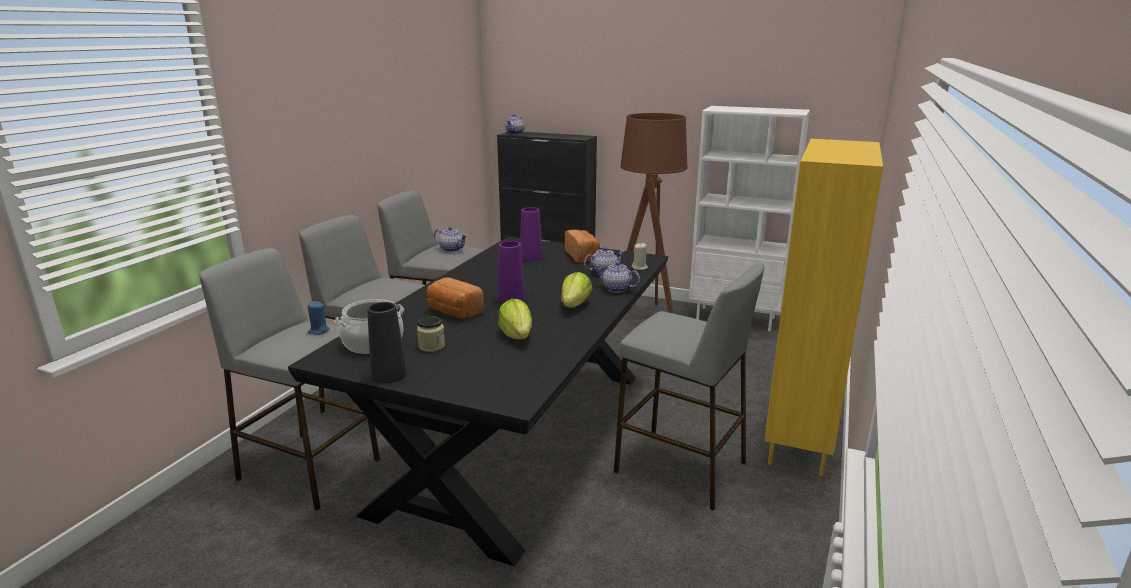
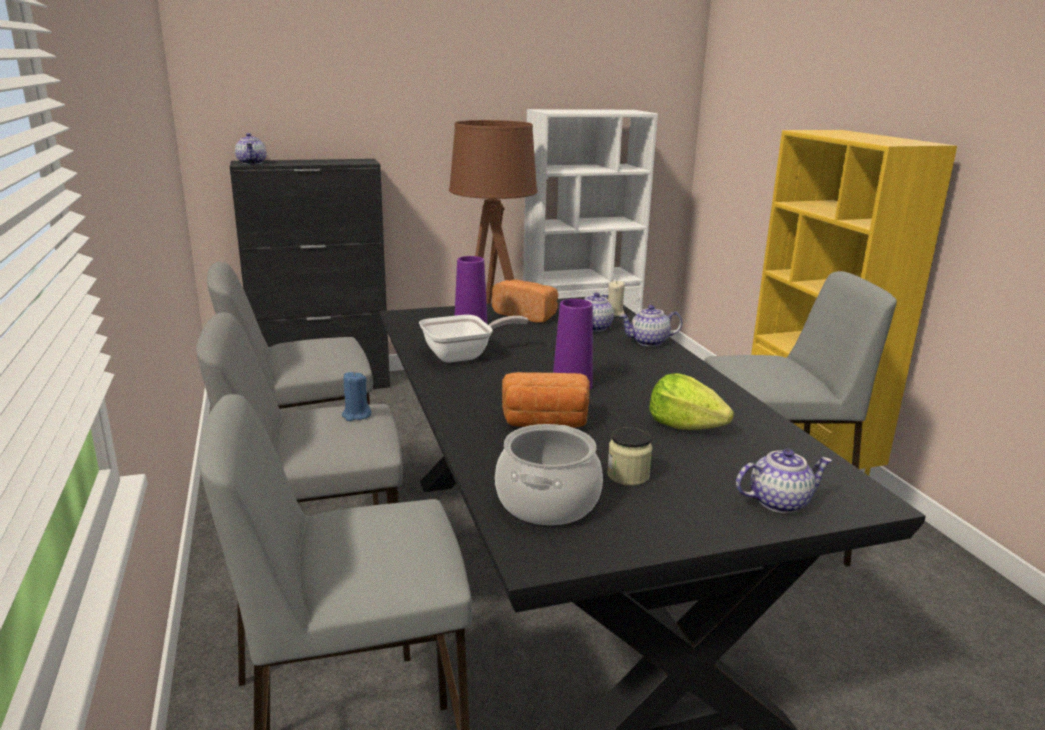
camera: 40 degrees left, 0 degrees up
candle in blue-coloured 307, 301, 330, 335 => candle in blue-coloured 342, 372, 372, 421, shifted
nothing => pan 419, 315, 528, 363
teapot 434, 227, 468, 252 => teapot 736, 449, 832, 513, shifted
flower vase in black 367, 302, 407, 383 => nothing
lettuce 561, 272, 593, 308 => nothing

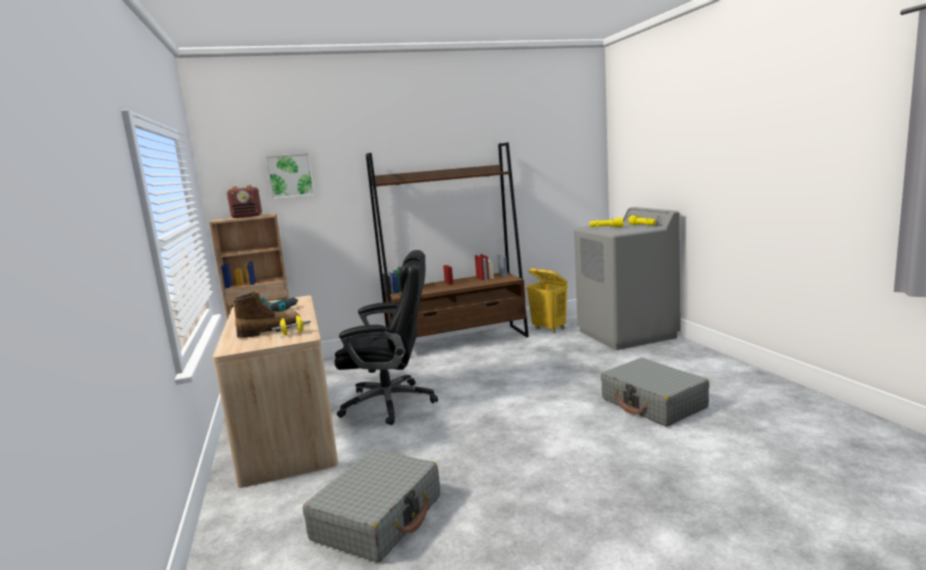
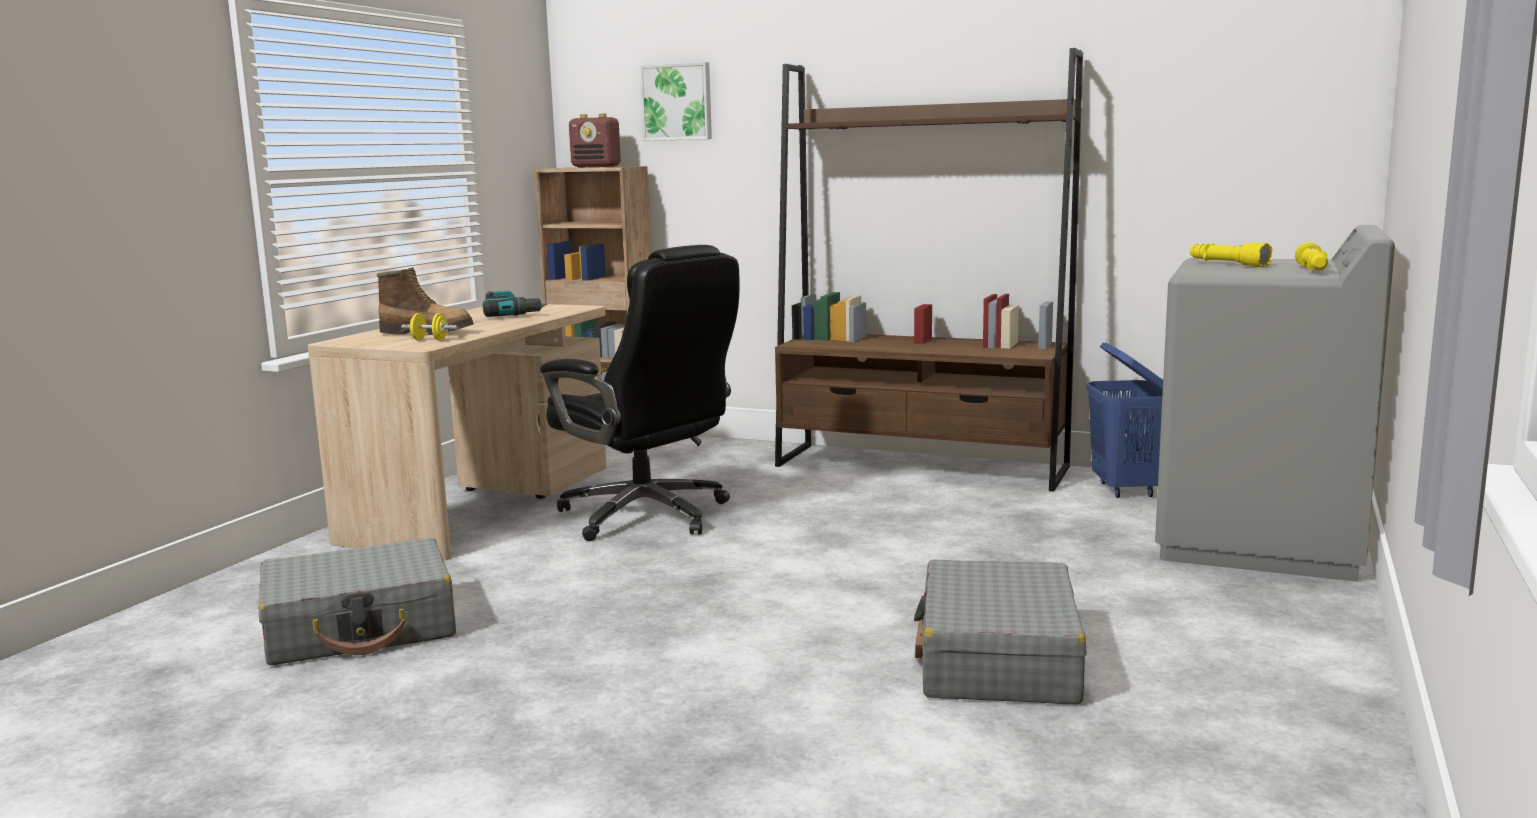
camera: 40 degrees right, 0 degrees up
washing basket in yellow 526, 268, 568, 333 => washing basket in blue-coloured 1086, 342, 1163, 498

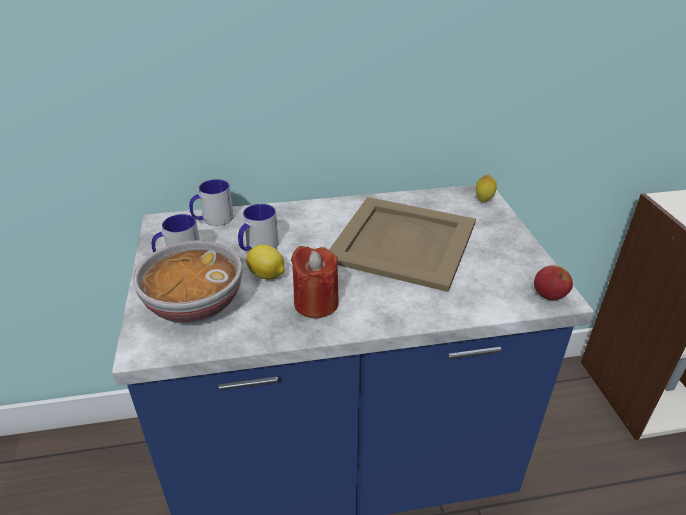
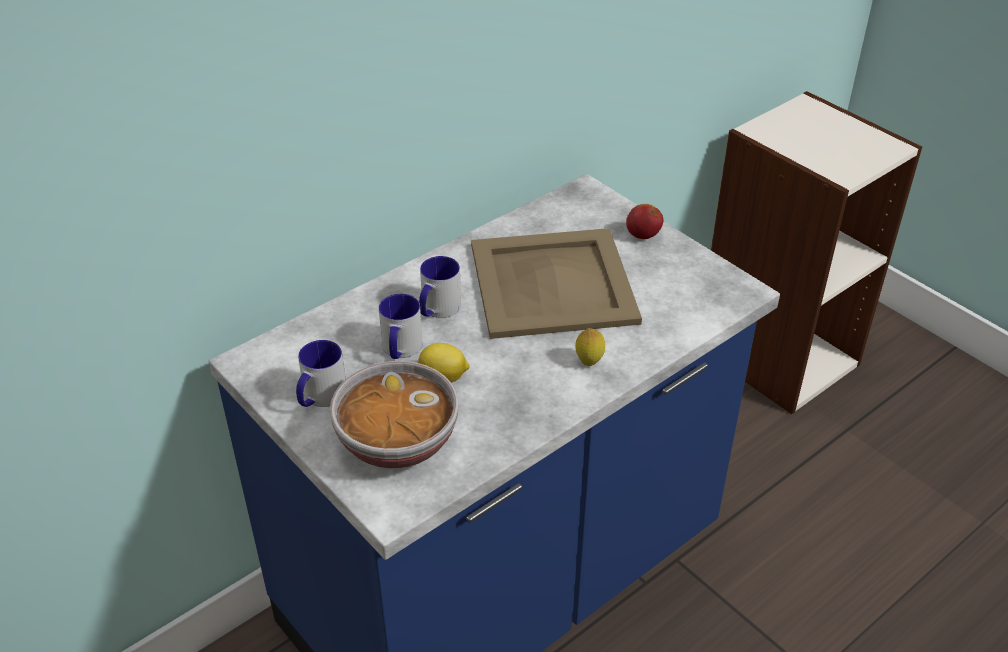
camera: 30 degrees left, 5 degrees up
mug 189, 179, 234, 226 => mug 419, 256, 461, 318, shifted
citrus fruit 476, 174, 497, 202 => citrus fruit 575, 328, 605, 366, shifted
apple 534, 265, 573, 300 => apple 626, 204, 663, 239, shifted
candle in reddish 291, 246, 339, 318 => nothing

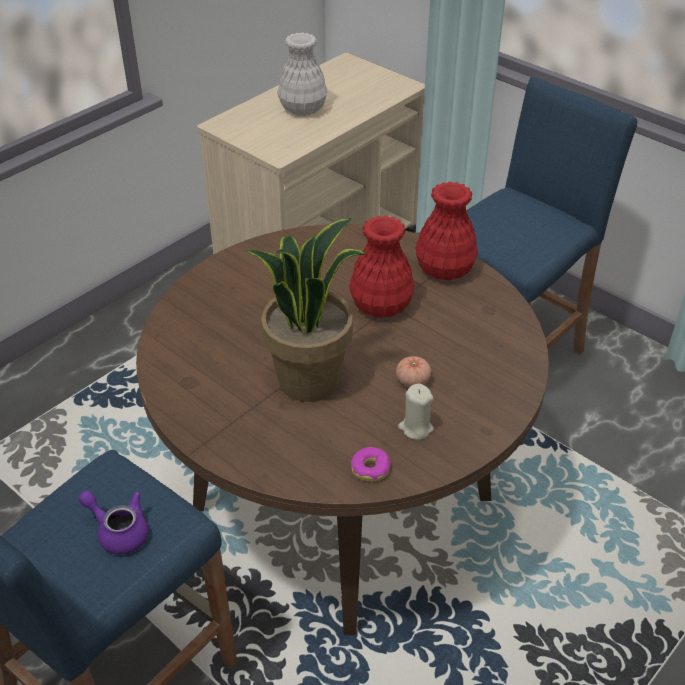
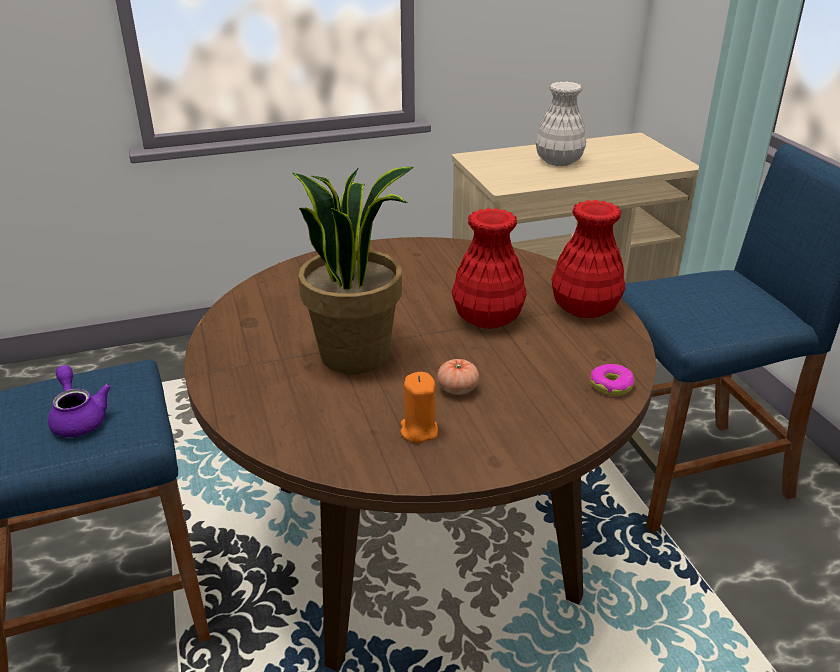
camera: 30 degrees right, 10 degrees down
candle in beige 398, 384, 434, 440 => candle in orange-coloured 400, 372, 438, 443
ring doughnut 351, 447, 391, 482 => ring doughnut 590, 364, 634, 396, shifted

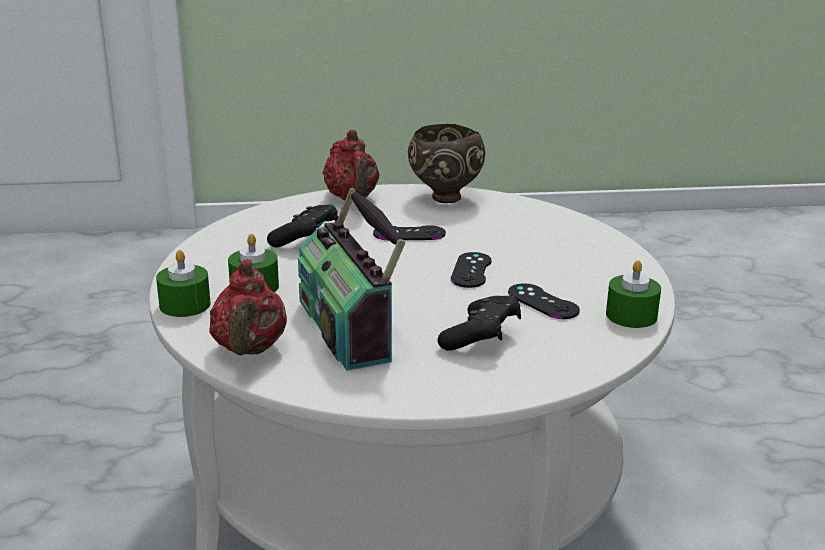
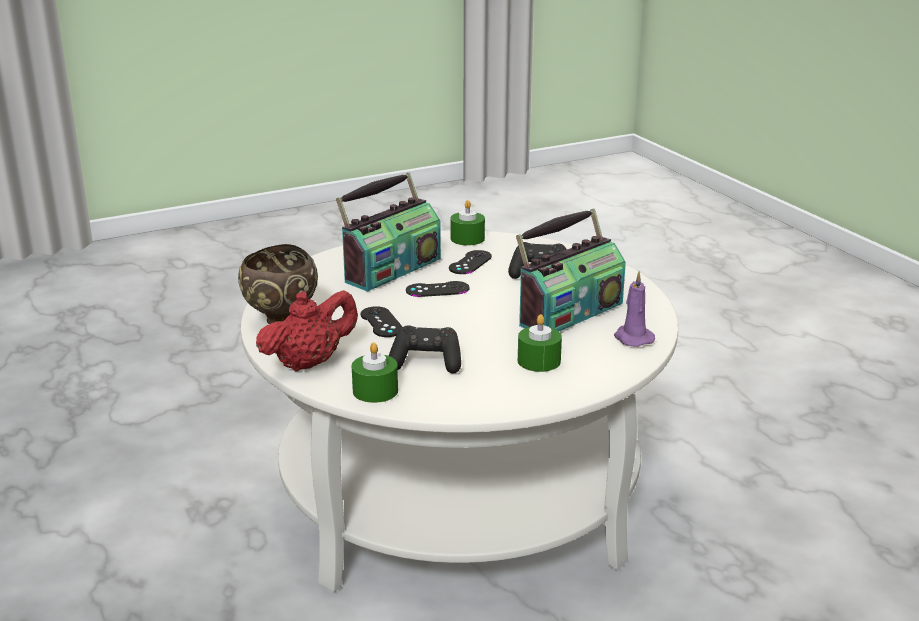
camera: 110 degrees left, 0 degrees up
nothing => radio set 336, 173, 441, 292
candle in greenish 156, 250, 211, 317 => candle in greenish 352, 342, 398, 403, shifted
teapot in reddish 209, 259, 287, 356 => candle in purplish 614, 271, 655, 347

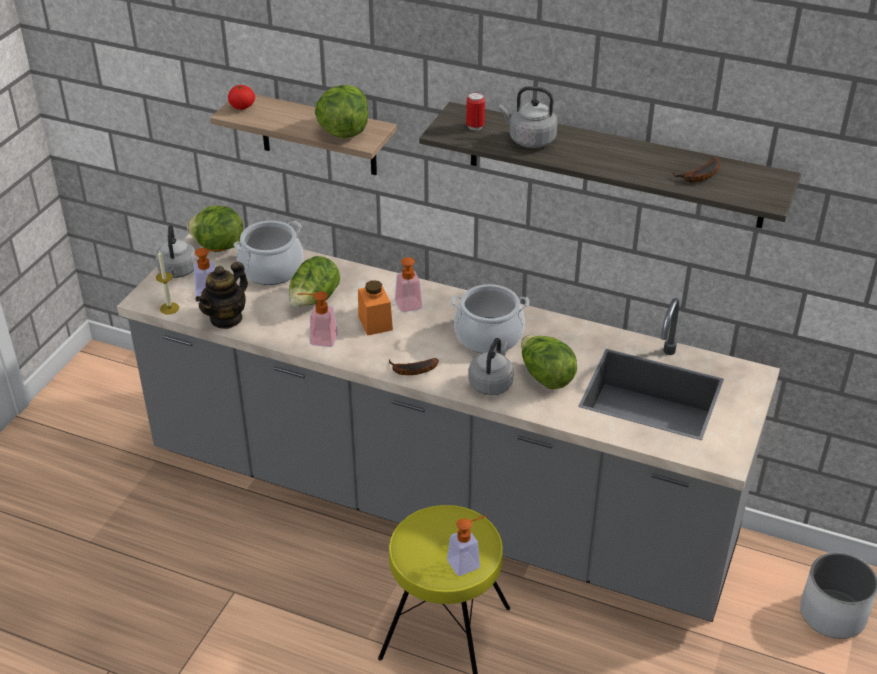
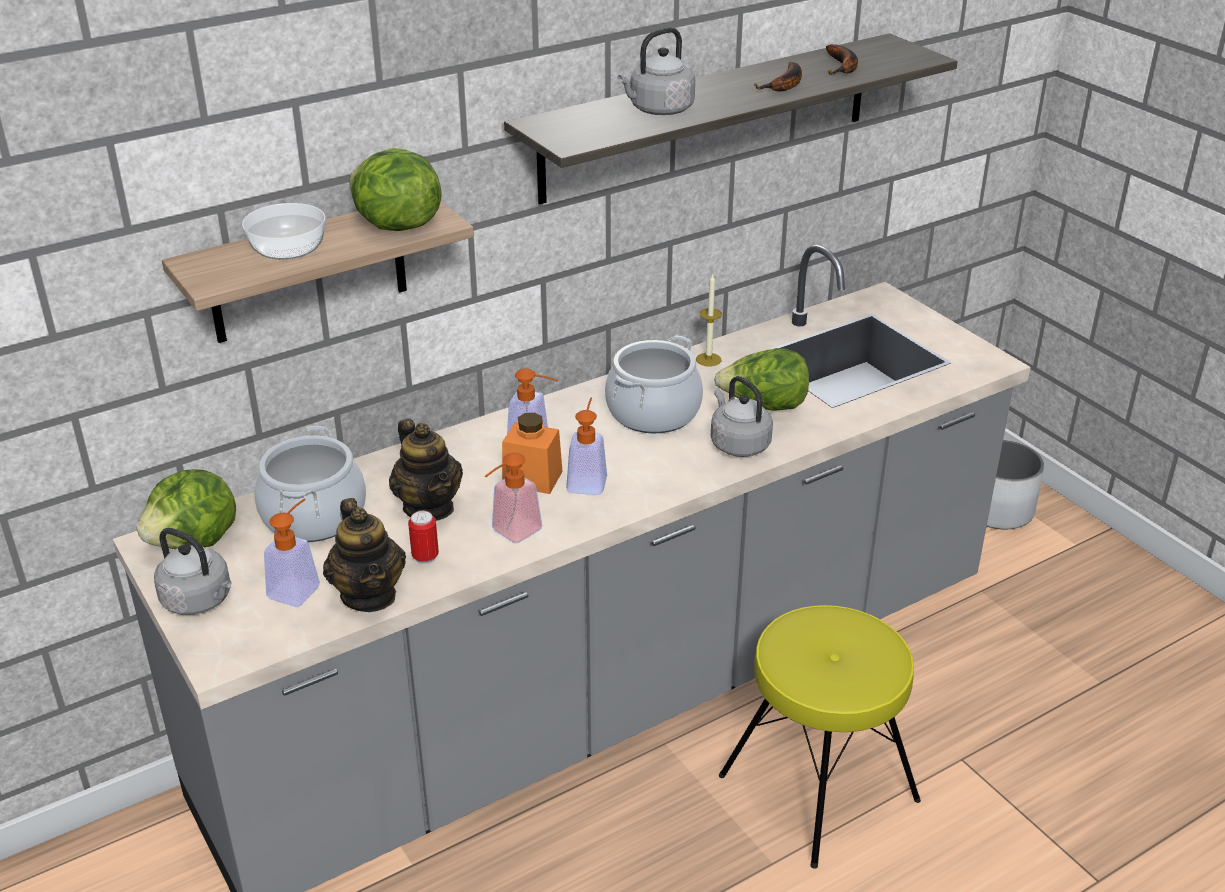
camera: 55 degrees left, 5 degrees down
nothing => bowl 242, 203, 326, 260
lettuce 289, 256, 340, 307 => teapot 389, 418, 463, 521
sealed can 466, 92, 485, 130 => sealed can 408, 511, 439, 564, shifted
soap dispenser 447, 515, 487, 576 => soap dispenser 566, 397, 607, 495, shifted
candle 156, 250, 179, 314 => candle 696, 273, 722, 366, shifted
banana 389, 358, 439, 375 => banana 754, 62, 802, 92, shifted
tomato 228, 85, 255, 110 => nothing

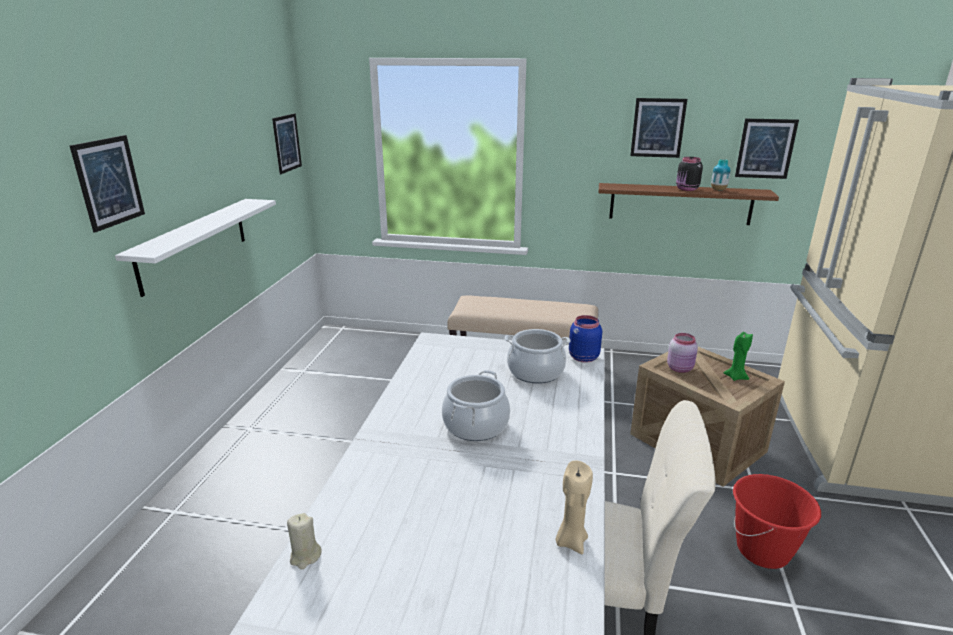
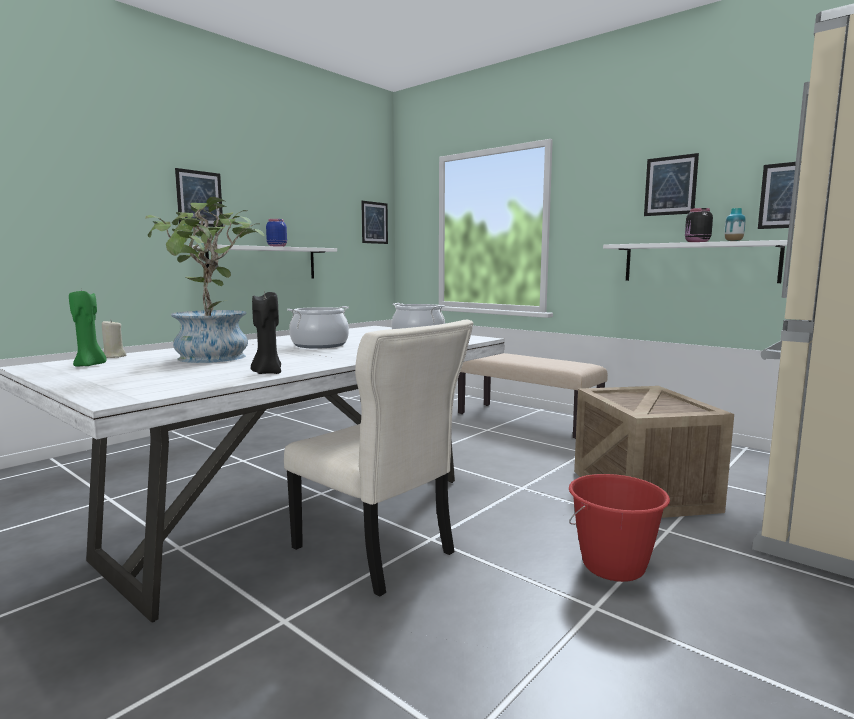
camera: 30 degrees right, 15 degrees down
candle in greenish 723, 332, 753, 381 => candle in greenish 69, 288, 107, 367, shifted
nothing => houseplant 145, 197, 265, 363
candle in beige 556, 460, 593, 554 => candle in black 251, 291, 281, 374
jar in blue-coloured 569, 315, 602, 362 => jar in blue-coloured 266, 219, 287, 247, shifted
shelf in brown-coloured 599, 183, 779, 225 => shelf in white 603, 240, 793, 283
jar in pink-coloured 667, 333, 698, 373 => nothing

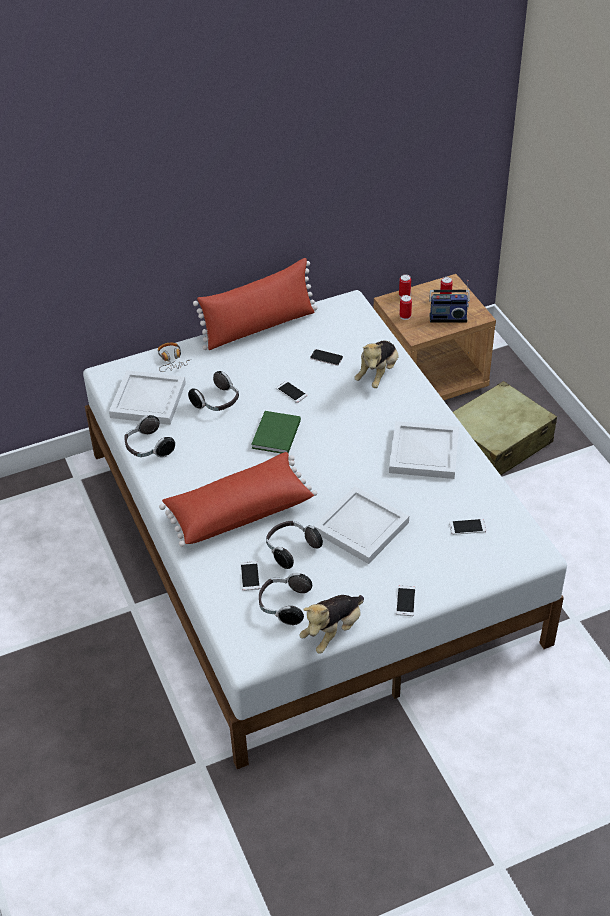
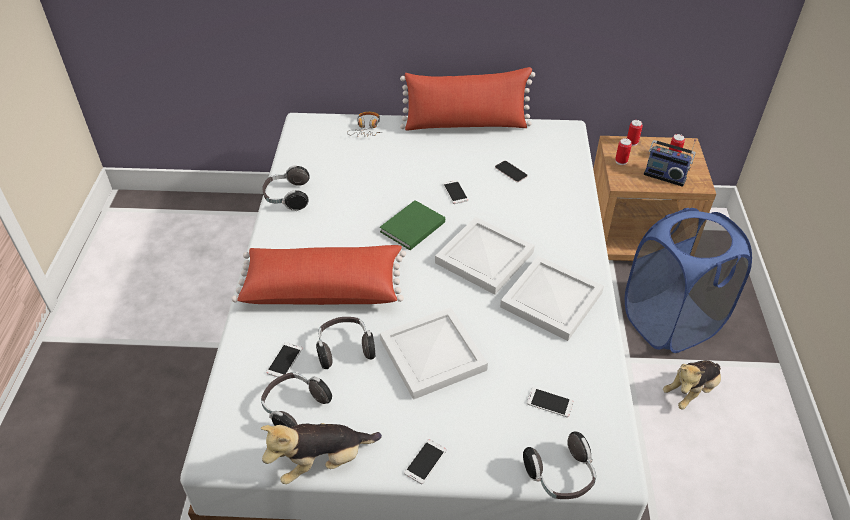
camera: 25 degrees right, 0 degrees up
serving tray in white 109, 370, 186, 425 => serving tray in white 435, 217, 535, 295, shifted
headset 188, 371, 239, 411 => headset 523, 431, 596, 499, shifted
piece of luggage in beige 453, 381, 557, 475 => washing basket in blue-coloured 625, 208, 752, 353
plush toy 354, 340, 399, 388 => plush toy 663, 360, 721, 410, shifted

